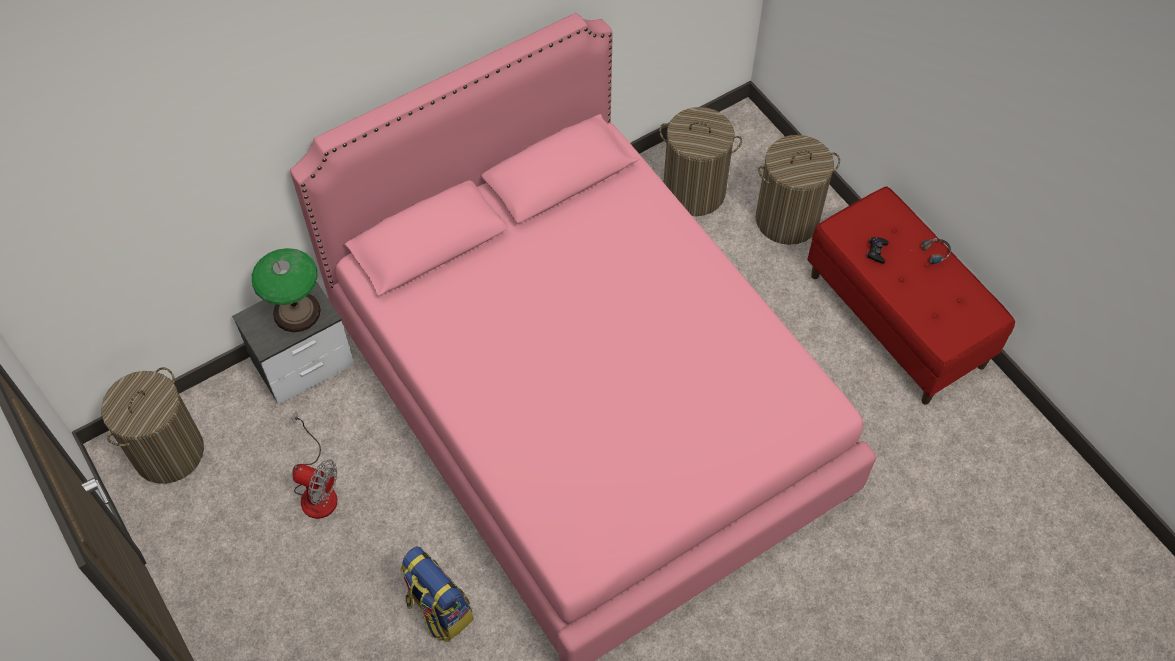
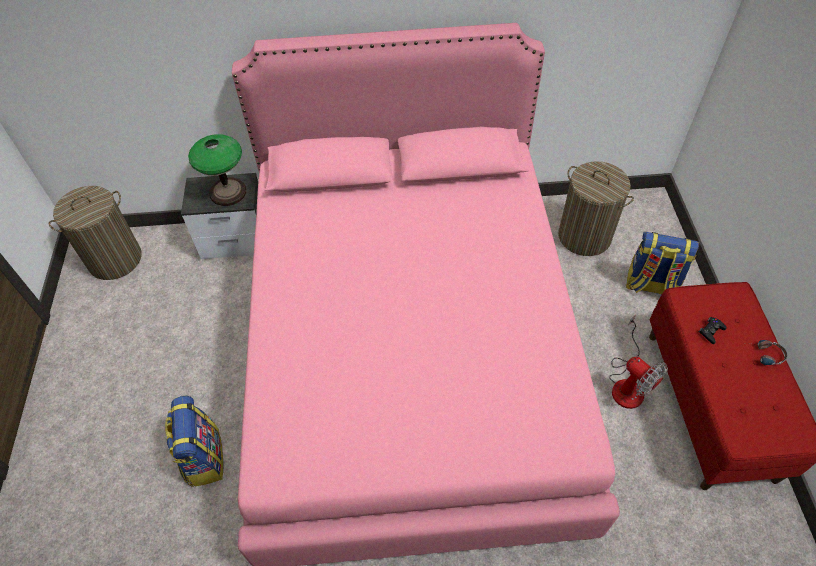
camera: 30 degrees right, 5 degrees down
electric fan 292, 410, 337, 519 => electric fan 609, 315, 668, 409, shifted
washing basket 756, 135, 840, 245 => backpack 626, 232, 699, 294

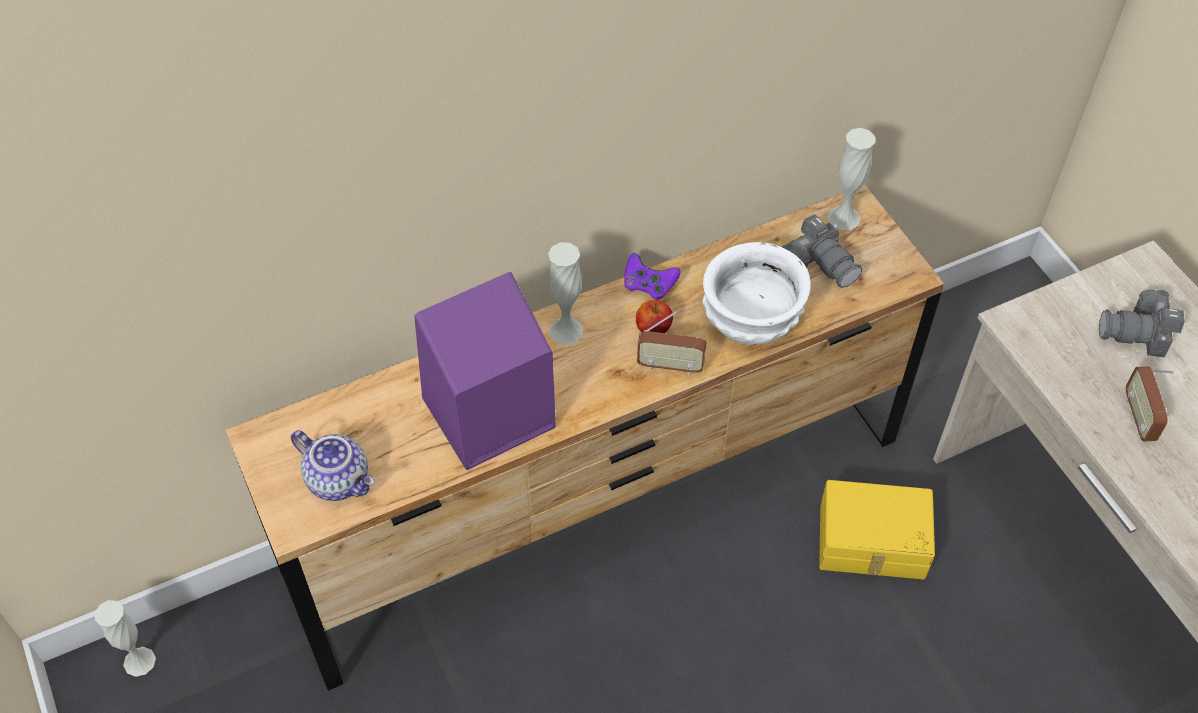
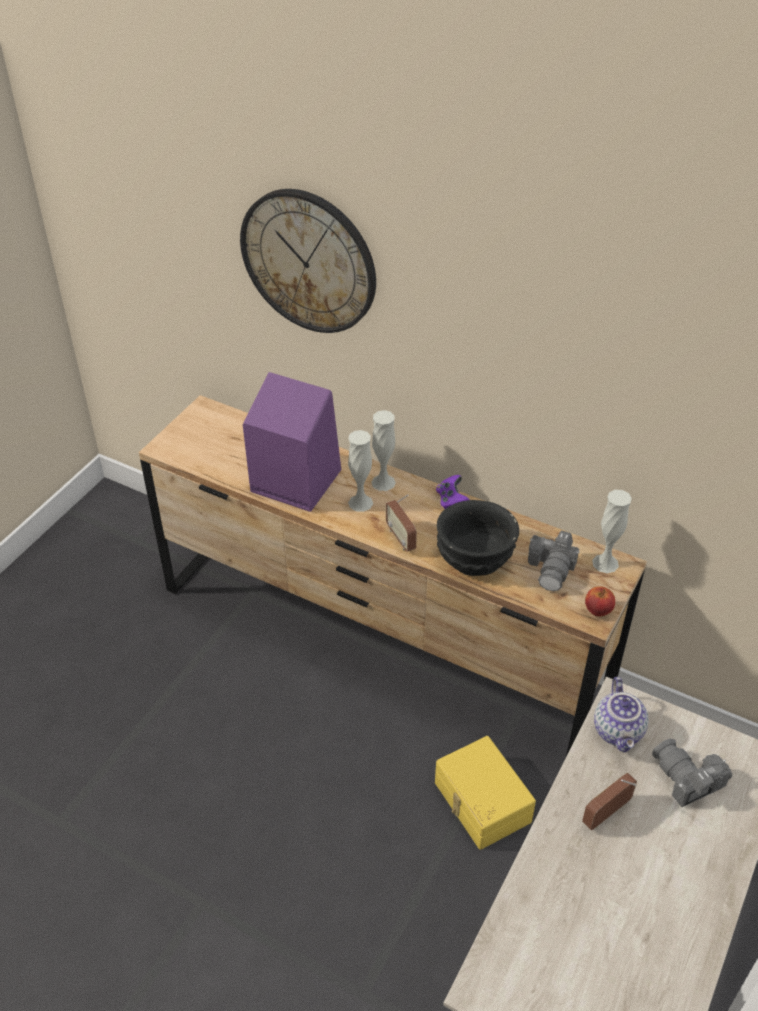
camera: 55 degrees right, 10 degrees down
nothing => clock on the wall 240, 189, 376, 333
flower vase in white 95, 600, 156, 677 => flower vase in white 348, 430, 373, 512, shifted
bowl in white 702, 242, 811, 345 => bowl in black 437, 500, 519, 576
apple 636, 300, 673, 333 => apple 585, 586, 615, 616, shifted
teapot 291, 430, 375, 501 => teapot 594, 677, 649, 752, shifted

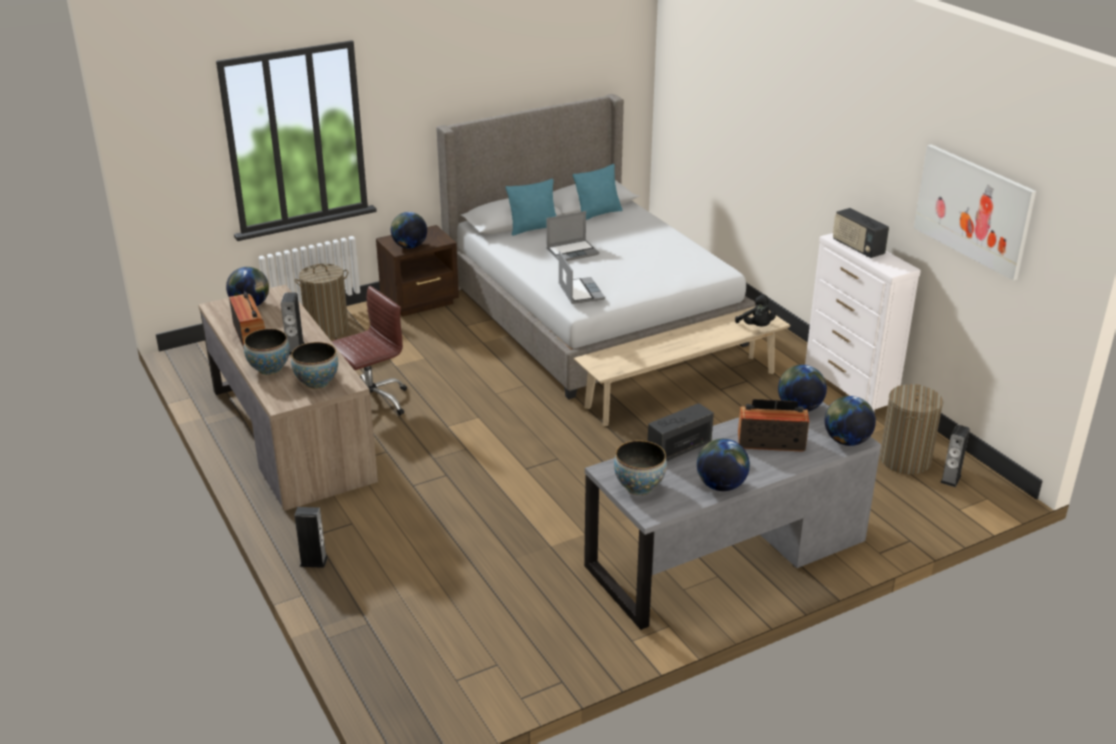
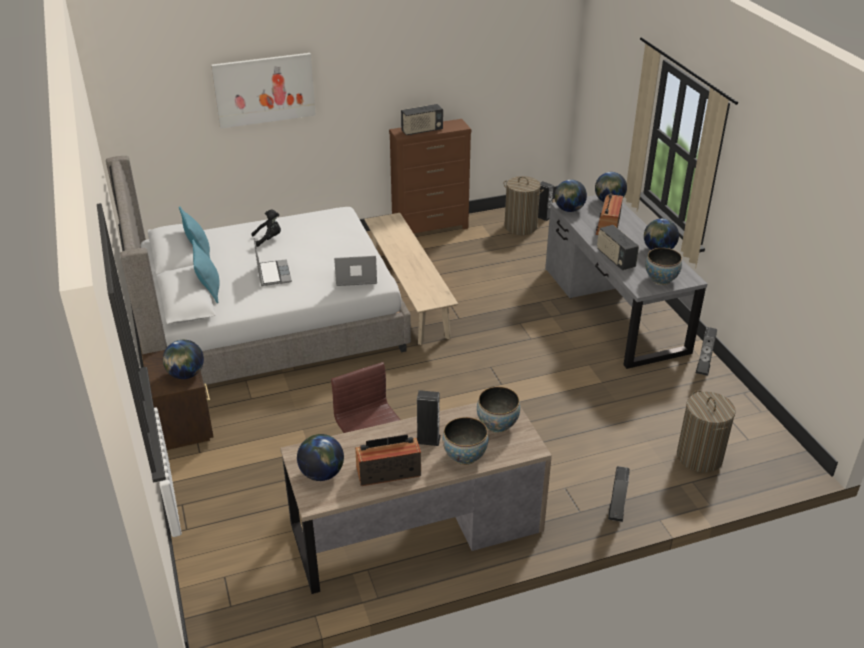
camera: 80 degrees left, 5 degrees up
wall art 914, 144, 1036, 280 => wall art 211, 53, 316, 128, shifted
plush toy in black 735, 295, 776, 327 => plush toy in black 251, 209, 281, 247, shifted
drawer chest in white 805, 233, 921, 411 => drawer chest in brown-coloured 389, 119, 471, 233
washing basket 294, 264, 349, 339 => washing basket 677, 390, 736, 473, shifted
nothing => speaker 696, 327, 717, 376

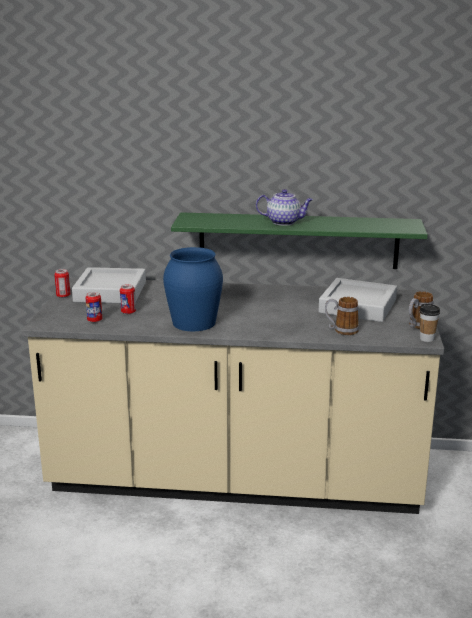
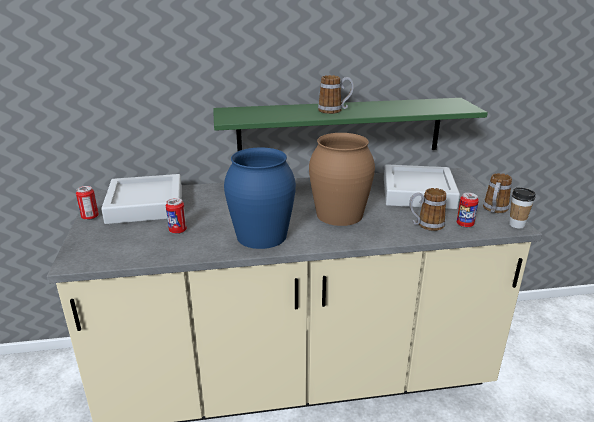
camera: 15 degrees left, 5 degrees up
nothing => flower vase in brown-coloured 309, 133, 375, 226
teapot 256, 189, 313, 226 => mug 318, 75, 354, 114
sealed can 85, 292, 102, 323 => sealed can 457, 193, 479, 228, shifted

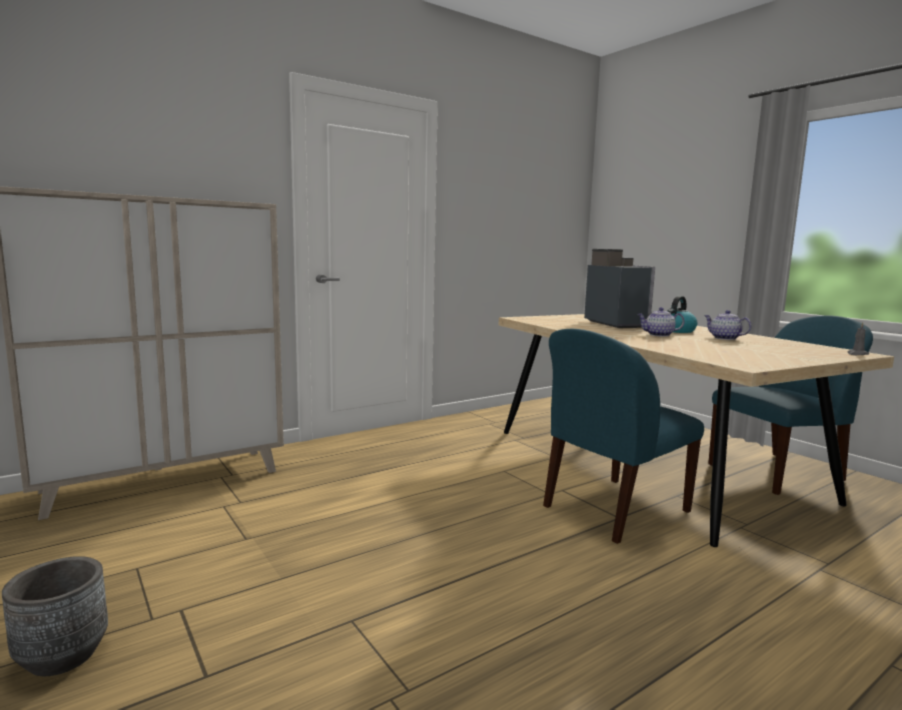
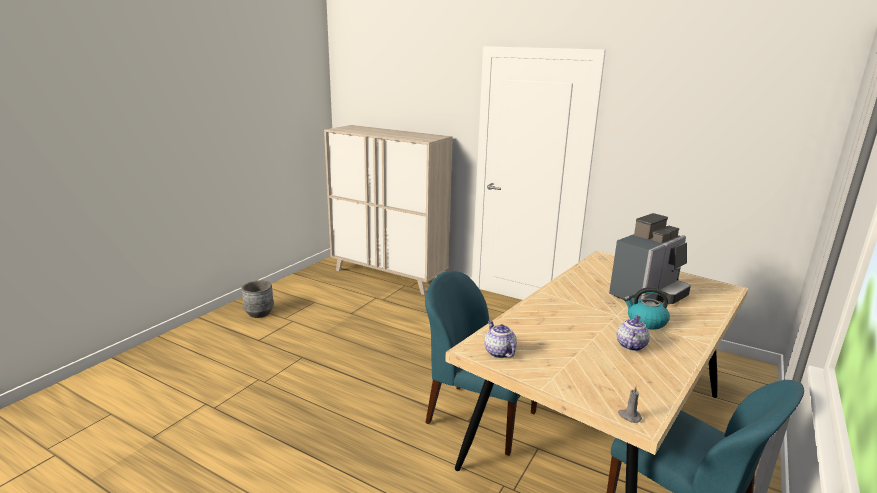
camera: 65 degrees right, 10 degrees up
teapot 637, 307, 685, 336 => teapot 484, 320, 517, 358, shifted

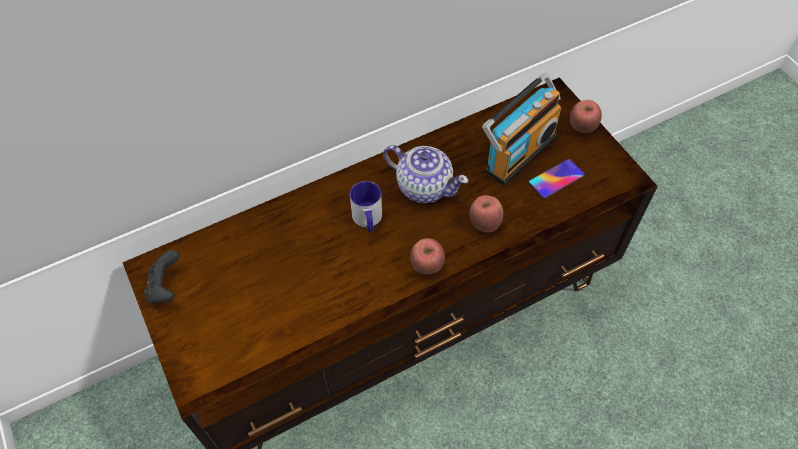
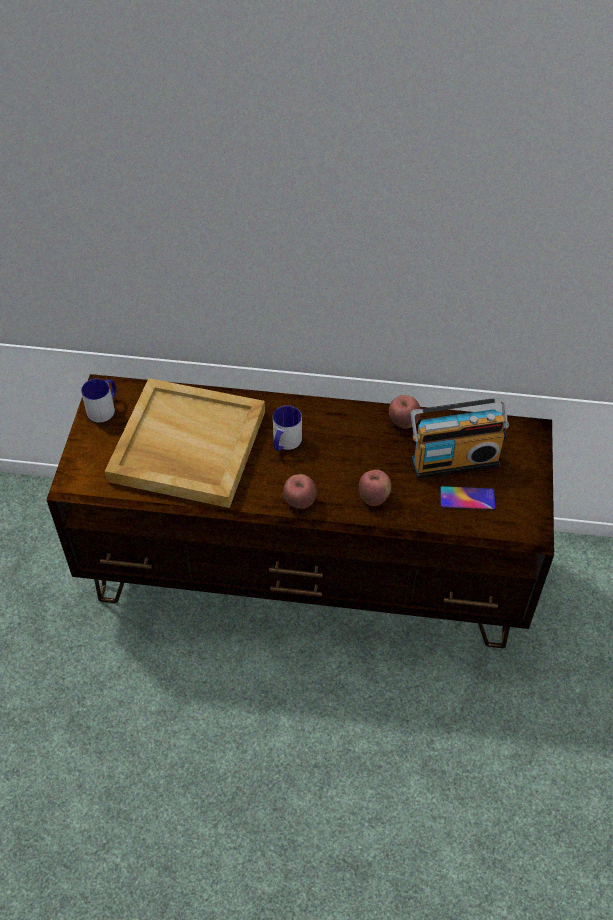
camera: 35 degrees right, 5 degrees down
joypad in black 144, 250, 180, 303 => mug 81, 379, 117, 422
nothing => serving tray in beige 105, 378, 265, 508
apple 570, 100, 602, 133 => apple 389, 395, 421, 429, shifted
teapot 383, 145, 469, 203 => nothing

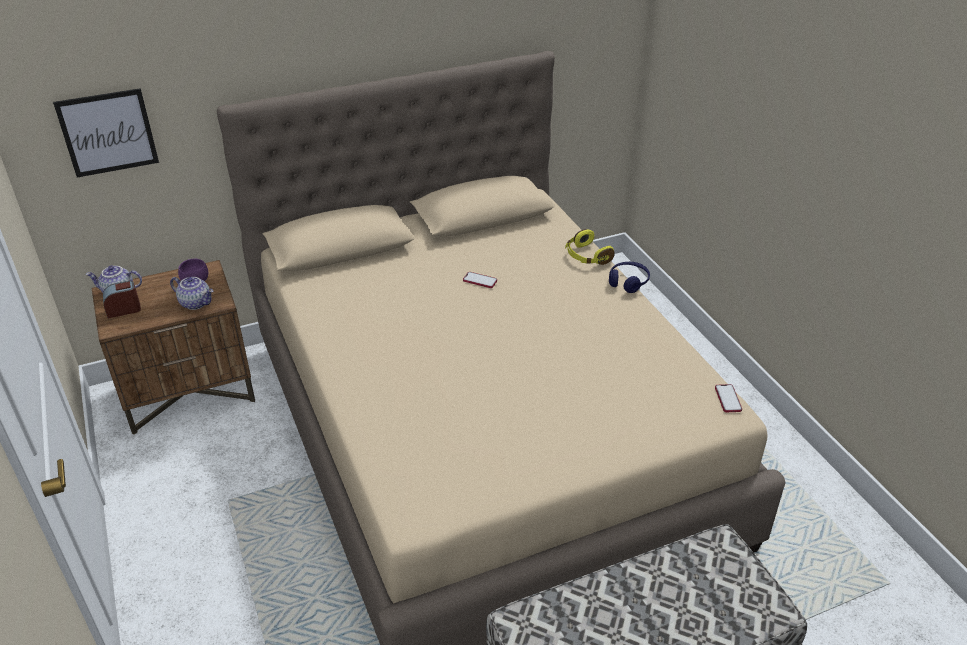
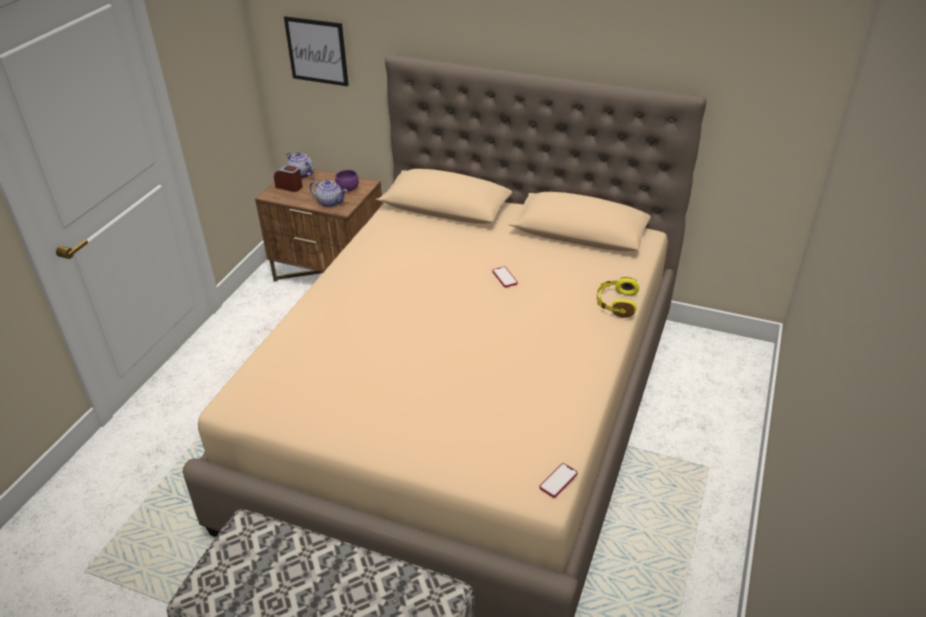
camera: 45 degrees right, 0 degrees up
teapot 170, 277, 213, 310 => teapot 310, 180, 347, 207, 45 degrees counterclockwise
headset in blue-coloured 609, 262, 650, 293 => nothing

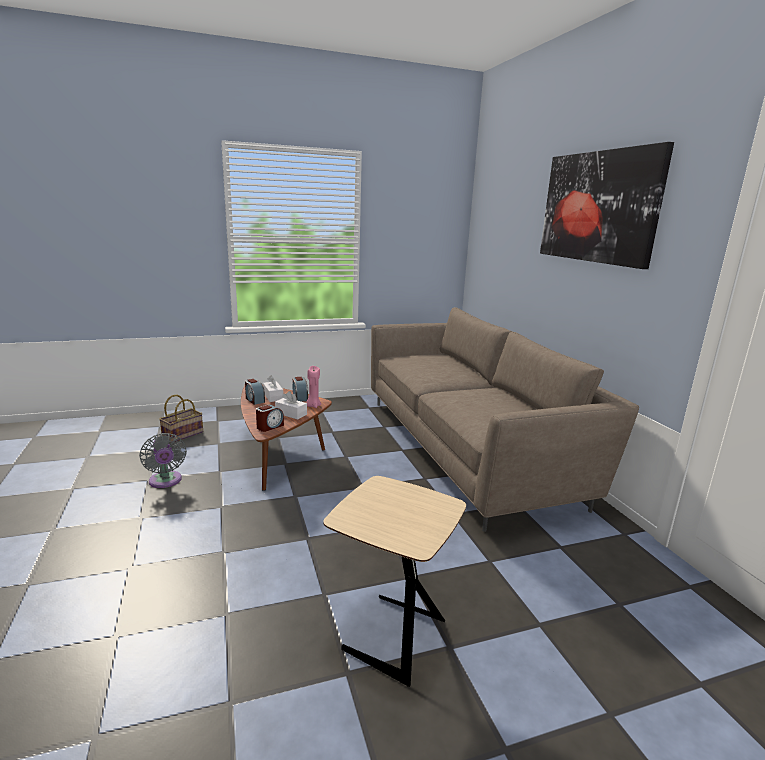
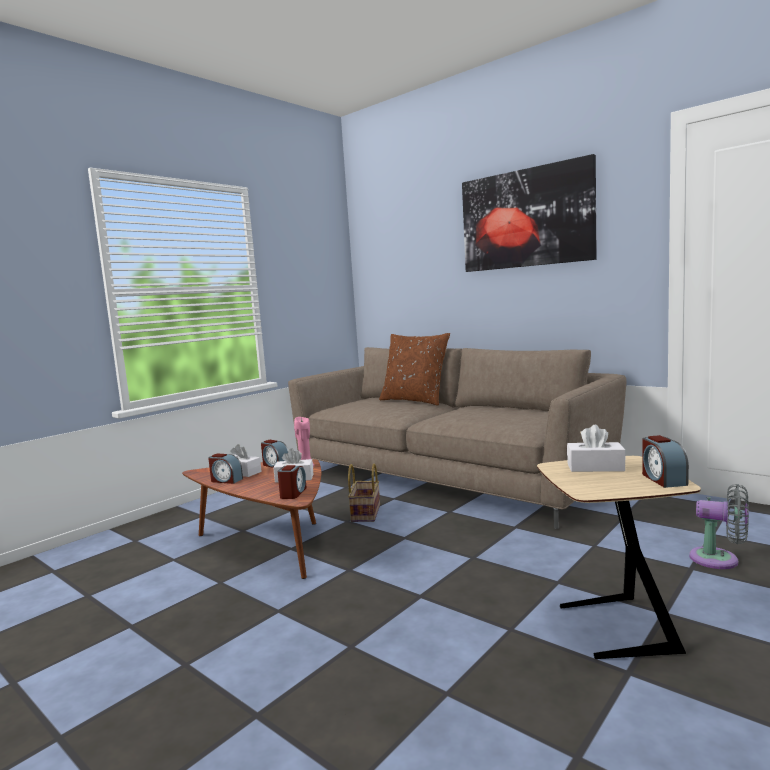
camera: 30 degrees left, 10 degrees down
basket 159, 395, 203, 443 => basket 348, 463, 380, 522, shifted
nothing => cushion in brown-coloured 379, 333, 450, 406
nothing => tissue holder in white 567, 425, 625, 472
nothing => alarm clock 642, 435, 689, 488
electric fan in gray 139, 433, 187, 488 => electric fan in gray 689, 484, 749, 569, shifted

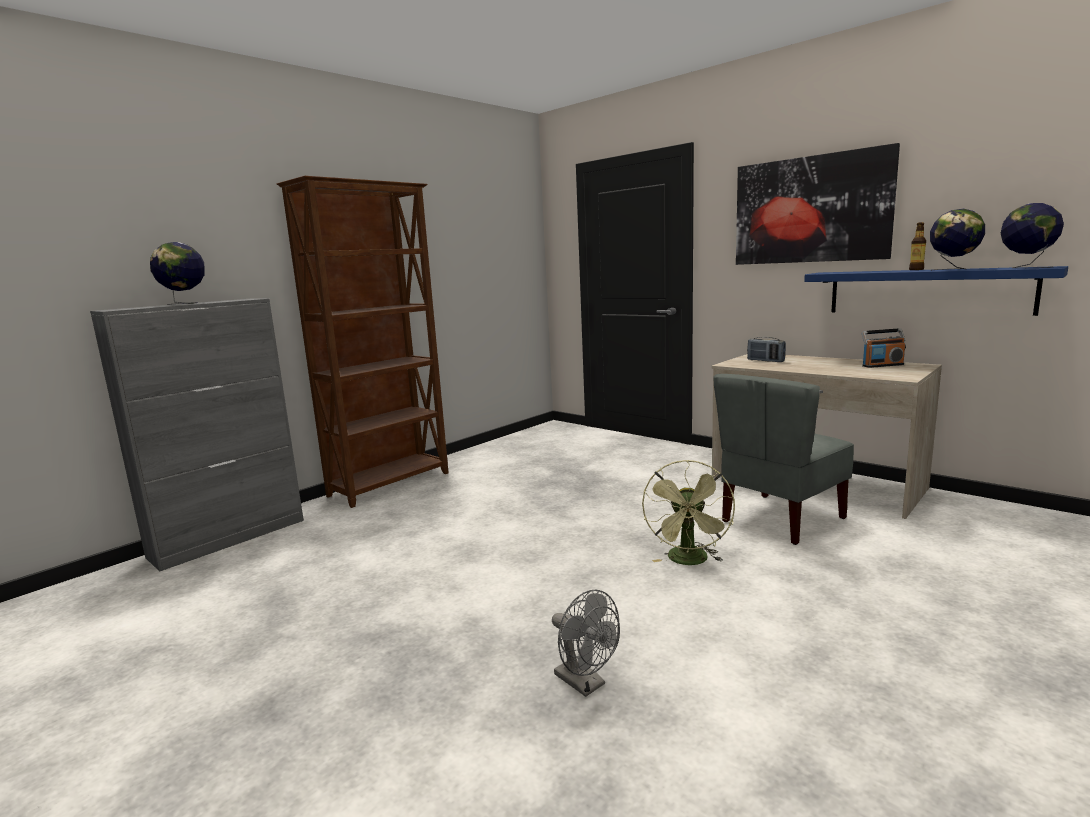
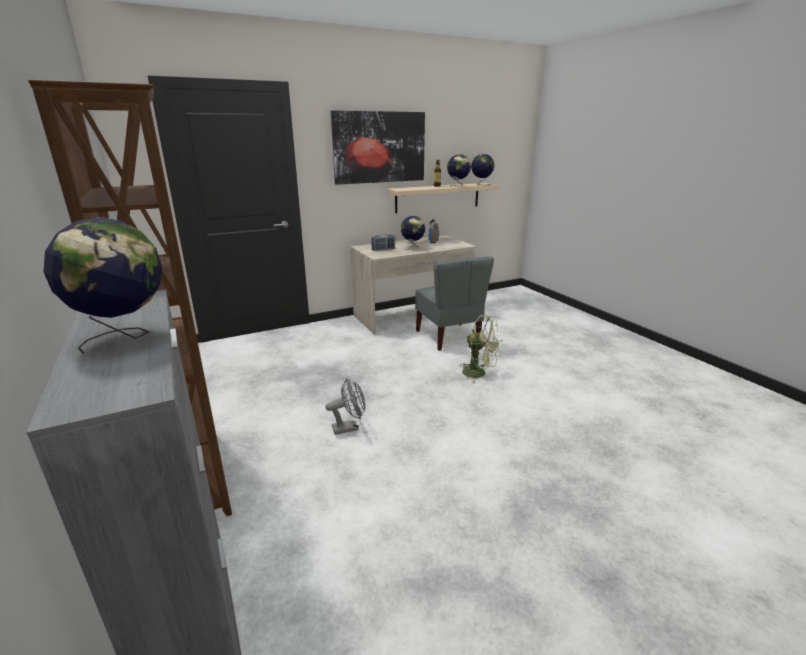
camera: 70 degrees left, 10 degrees up
electric fan in gray 552, 589, 620, 697 => electric fan in gray 325, 378, 365, 435, shifted
shelf in blue-coloured 804, 266, 1068, 316 => shelf in beige 387, 183, 499, 213
nothing => globe 401, 216, 425, 250

